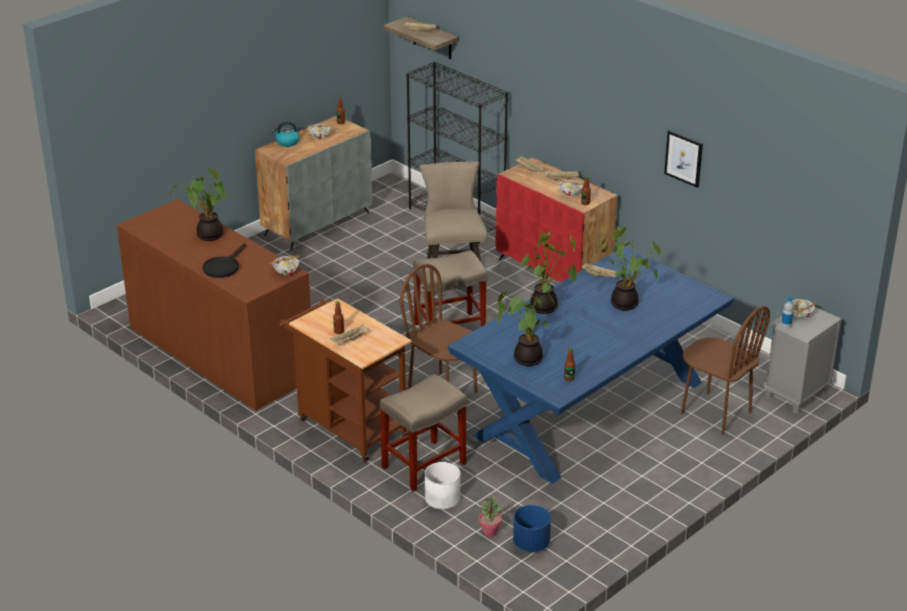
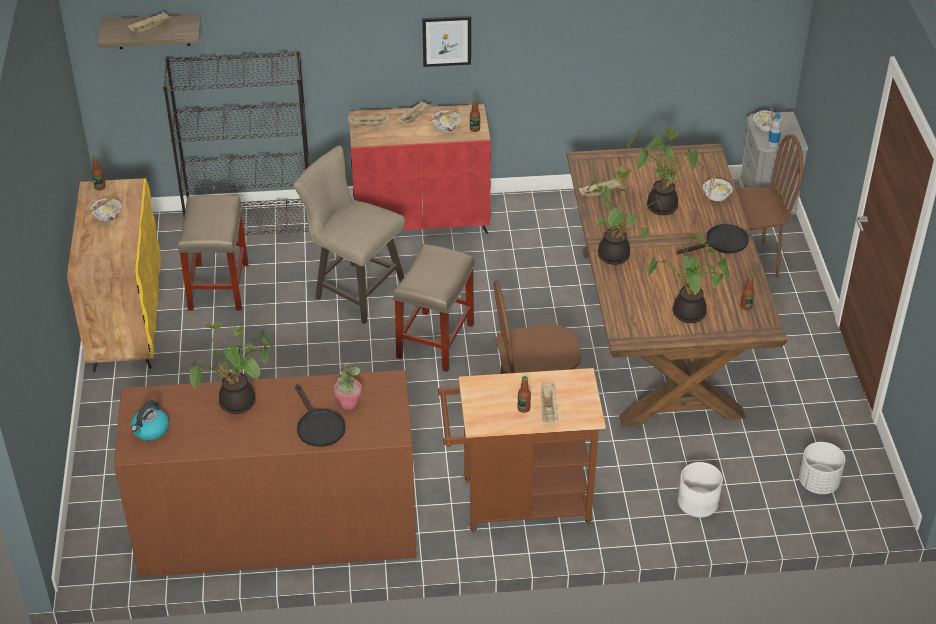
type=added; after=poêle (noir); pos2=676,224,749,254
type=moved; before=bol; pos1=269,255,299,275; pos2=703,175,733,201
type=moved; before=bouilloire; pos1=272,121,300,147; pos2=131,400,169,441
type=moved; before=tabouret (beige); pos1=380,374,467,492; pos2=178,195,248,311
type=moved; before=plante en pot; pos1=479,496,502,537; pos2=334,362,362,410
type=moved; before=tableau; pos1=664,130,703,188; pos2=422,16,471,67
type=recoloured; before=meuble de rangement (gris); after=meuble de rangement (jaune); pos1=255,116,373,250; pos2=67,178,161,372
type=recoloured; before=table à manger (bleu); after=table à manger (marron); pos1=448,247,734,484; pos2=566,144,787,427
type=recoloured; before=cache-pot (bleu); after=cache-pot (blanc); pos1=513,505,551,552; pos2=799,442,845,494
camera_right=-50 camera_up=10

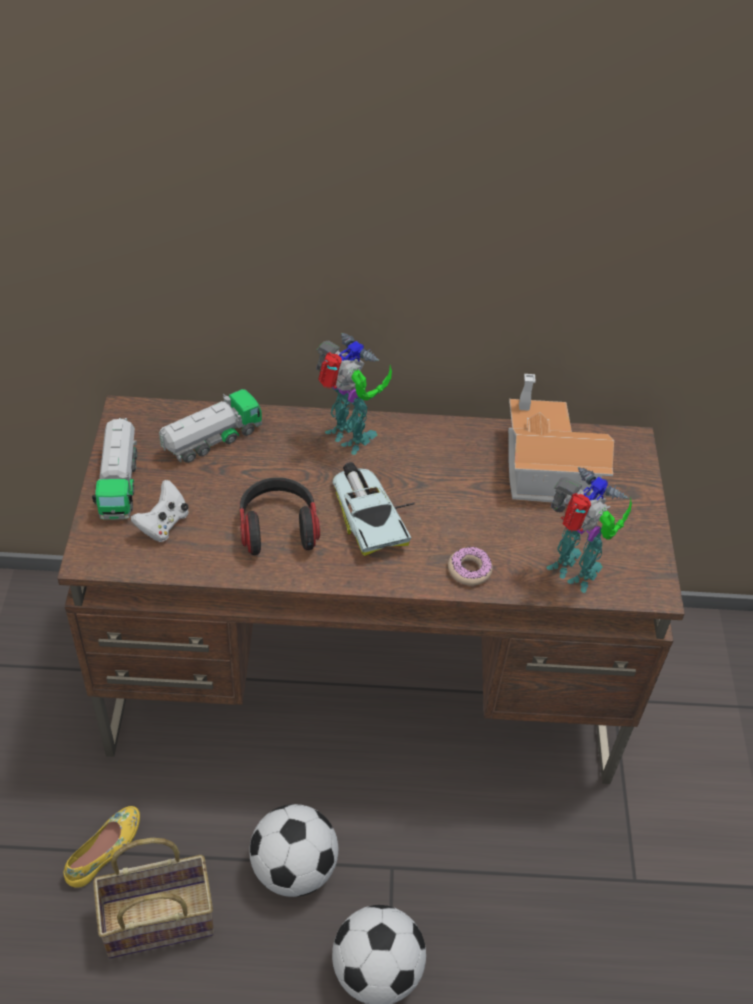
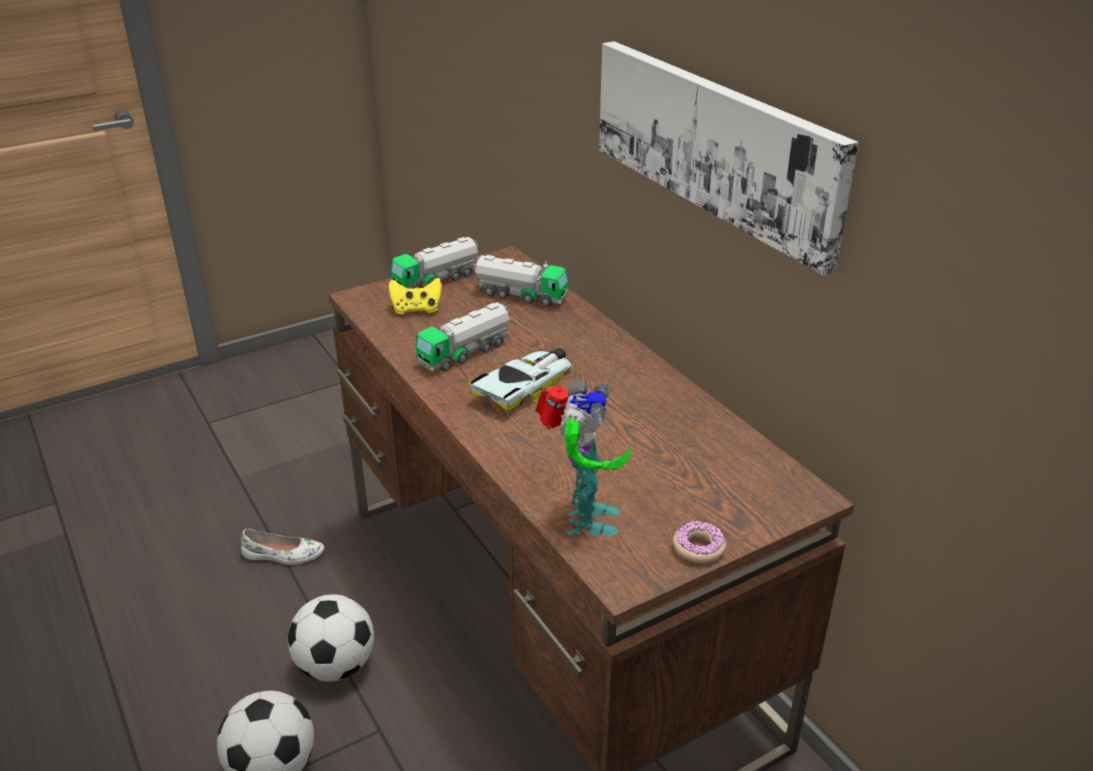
type=removed; before=panier; pos1=93,838,214,958
type=removed; before=robot jouet; pos1=316,333,392,455
type=removed; before=maison miniature; pos1=508,374,614,504
type=added; after=tableau; pos2=599,41,859,275
type=moved; before=beignet; pos1=448,546,493,586; pos2=673,521,726,563
type=replaced; before=casque audio; after=camion jouet; pos1=240,477,320,555; pos2=416,302,510,372
type=recoloured; before=chaussure (jaune); after=chaussure (blanc); pos1=64,806,140,888; pos2=241,529,324,565
type=recoloured; before=manette (blanc); after=manette (jaune); pos1=131,480,189,542; pos2=389,278,442,314
camera_right=60 camera_up=-15

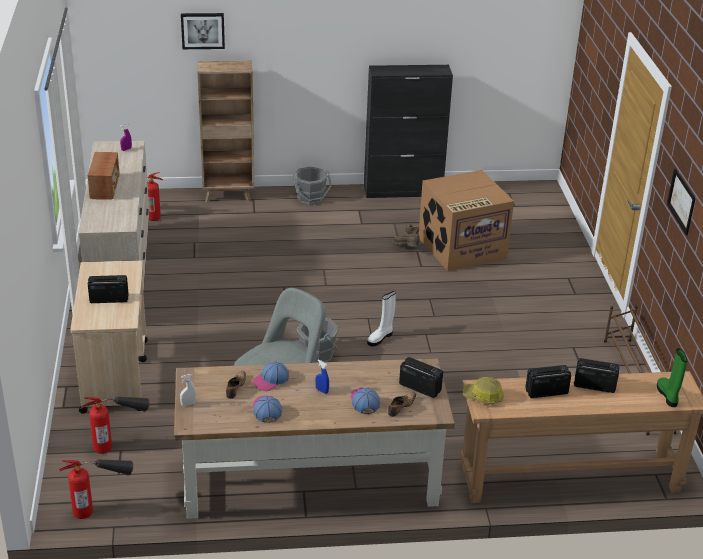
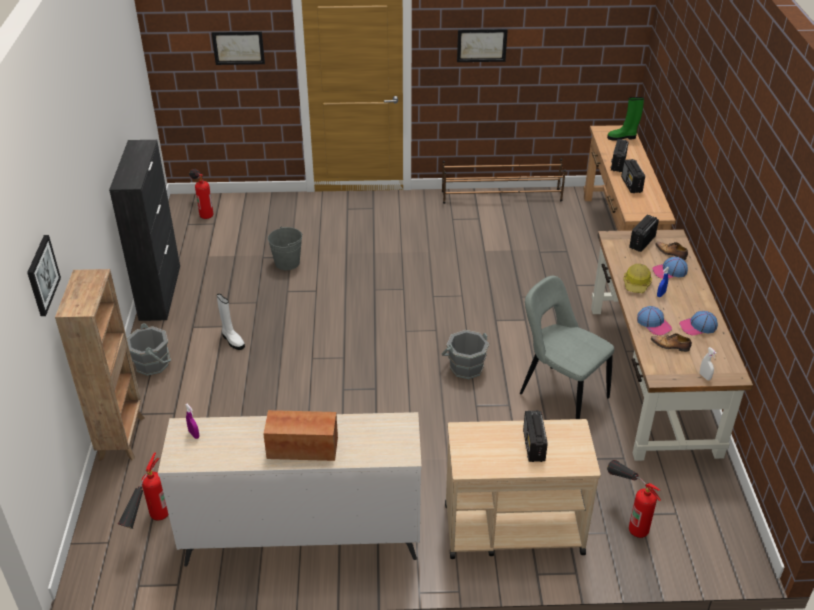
type=removed; before=botte (marron); pos1=392,224,420,247
type=added; after=tableau; pos2=212,31,265,65
type=moved; before=extincteur; pos1=59,459,133,519; pos2=189,169,213,219
type=moved; before=botte (blanc); pos1=367,291,396,346; pos2=217,294,245,350
type=moved; before=casque de chantier; pos1=463,377,504,404; pos2=624,264,652,293
type=replaced; before=carton; after=seau (gris); pos1=419,170,514,271; pos2=268,226,302,270
camera_right=-85 camera_up=5

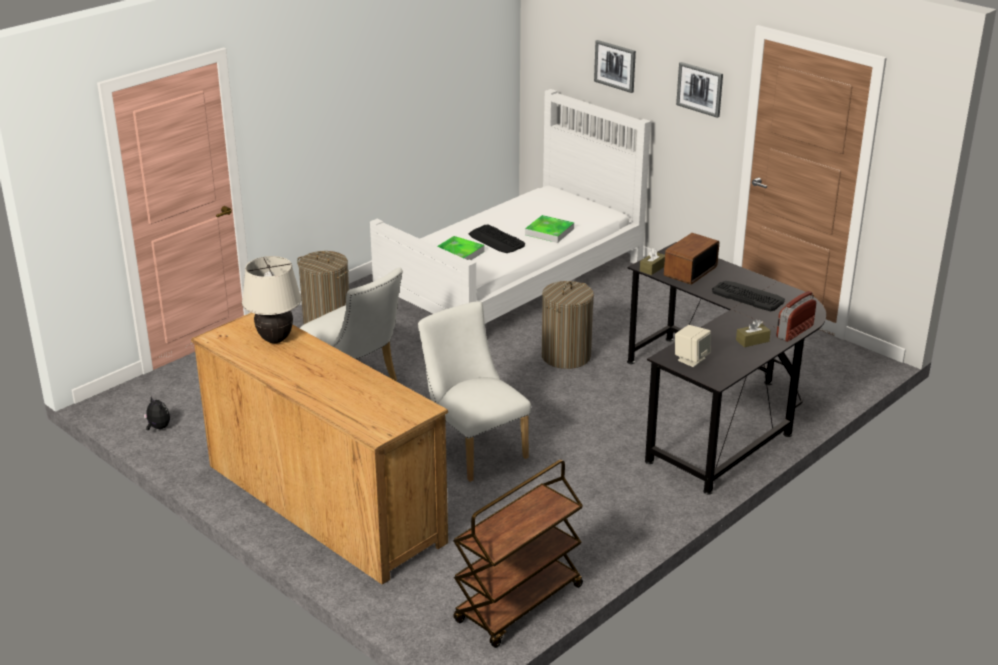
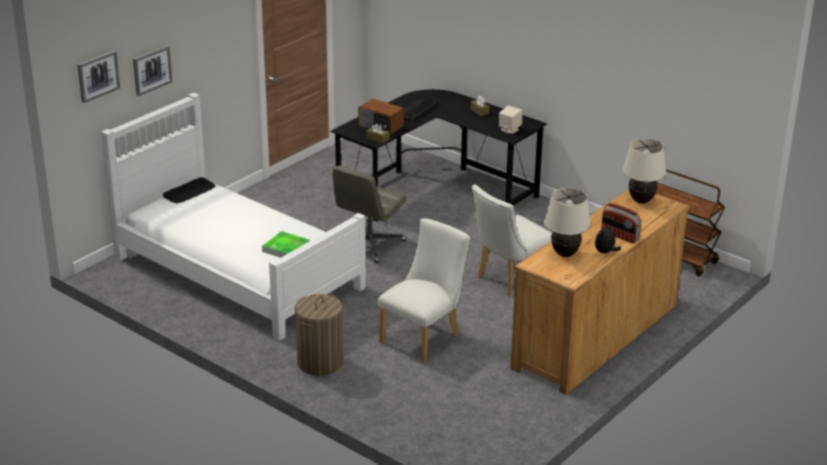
type=removed; before=plateau; pos1=525,215,574,243
type=added; after=lampe de table (beige); pos2=622,138,667,204
type=moved; before=peluche; pos1=143,396,170,430; pos2=595,224,621,253
type=moved; before=clavier; pos1=468,225,525,253; pos2=163,177,215,203
type=moved; before=tableau; pos1=676,62,723,118; pos2=77,51,120,103
type=moved; before=radio; pos1=776,291,816,342; pos2=601,203,641,243
type=replaced; before=panier à linge; after=chaise de bureau (gris); pos1=542,281,594,369; pos2=332,166,407,263
camera_right=-95 camera_up=0

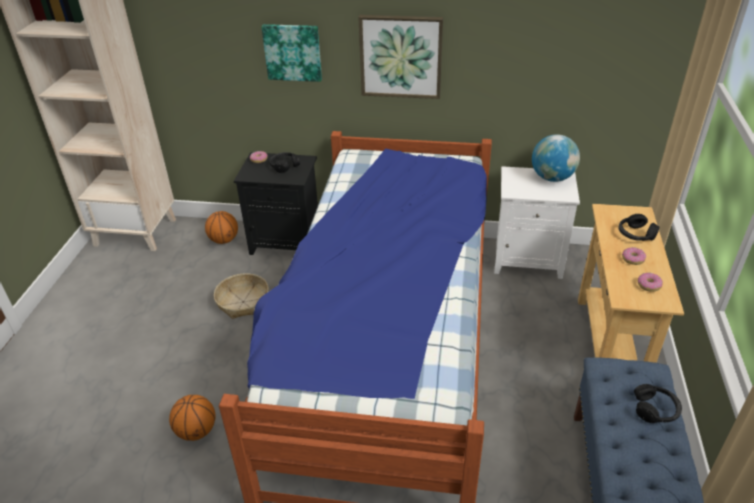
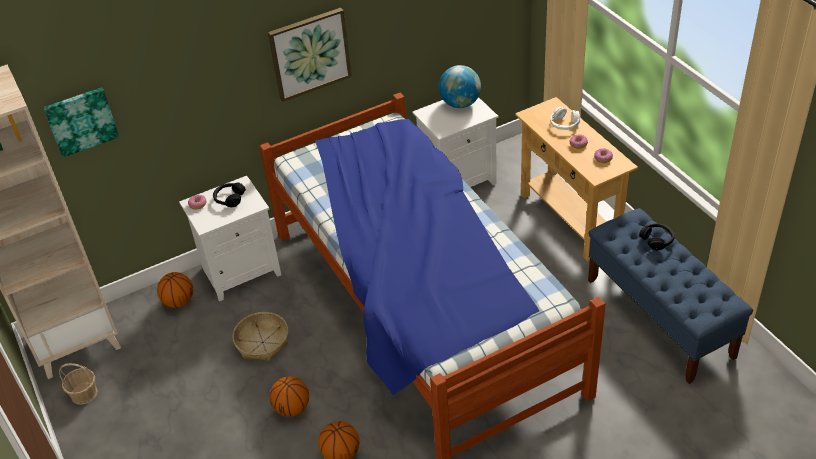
type=added; after=panier; pos2=59,363,98,405
type=added; after=ballon de basket; pos2=270,376,309,417
type=moved; before=tableau; pos1=261,24,322,82; pos2=43,87,119,157
type=recoloured; before=table de chevet (noir); after=table de chevet (blanc); pos1=234,152,318,255; pos2=179,176,281,301
type=recoloured; before=casque audio (noir); after=casque audio (blanc); pos1=618,214,659,241; pos2=550,107,580,130
camera_right=-35 camera_up=5

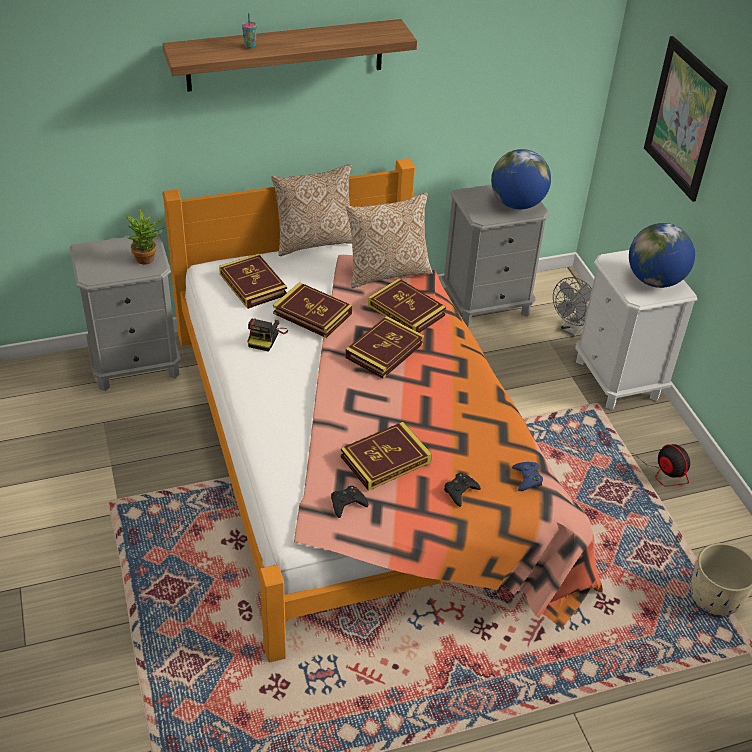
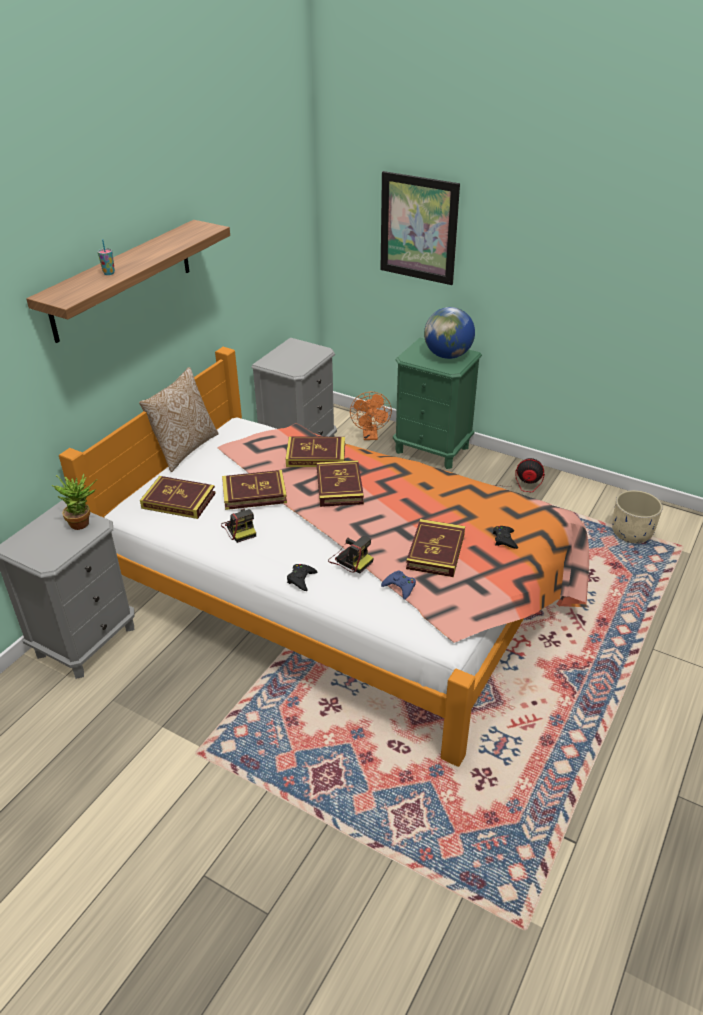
type=removed; before=coussin; pos1=346,193,433,288
type=removed; before=globe; pos1=491,149,551,209
type=added; after=appareil photo; pos2=328,536,373,574
type=moved; before=manette (noir); pos1=331,486,368,518; pos2=287,564,317,591
type=moved; before=manette (bleu); pos1=512,462,543,491; pos2=381,570,416,600
type=recoloured; before=ventilateur (gris); after=ventilateur (orange); pos1=553,277,592,337; pos2=350,392,392,440
type=recoloured; before=table de chevet (blanc); after=table de chevet (vert); pos1=575,250,697,410; pos2=393,338,482,469
camera_right=-40 camera_up=-5

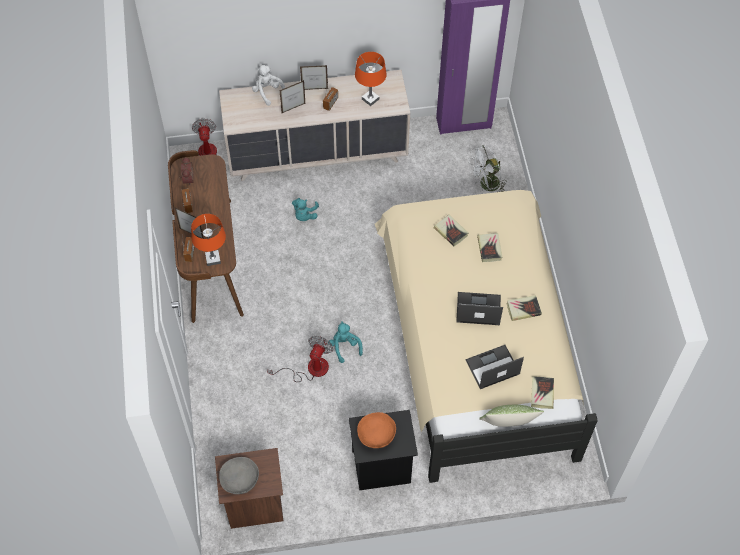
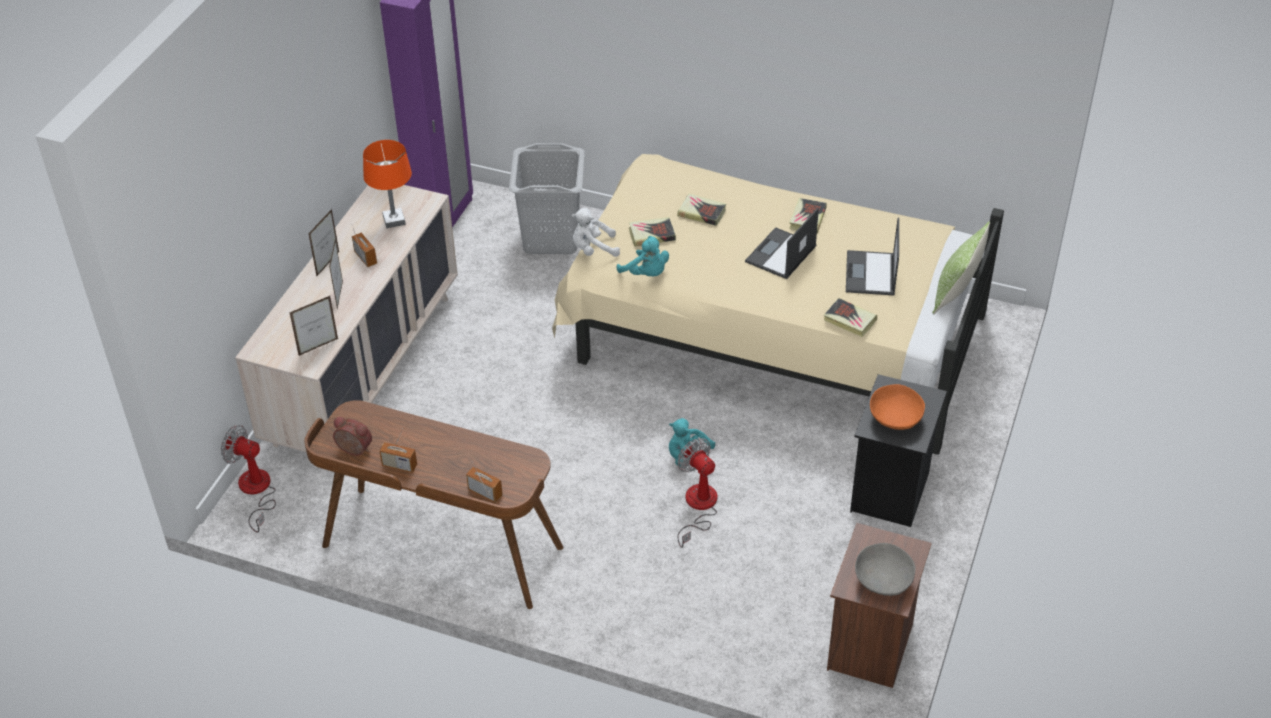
type=removed; before=lampe de table (orange); pos1=191,214,226,266
type=moved; before=cadre photo; pos1=175,208,204,239; pos2=289,296,338,356
type=moved; before=peluche (blanc); pos1=252,64,285,106; pos2=572,208,620,257
type=moved; before=peluche (turquoise); pos1=292,198,319,221; pos2=617,236,669,276
type=moved; before=livre; pos1=531,376,554,409; pos2=824,298,877,337
type=replaced; before=ventilateur (blanc); after=panier à linge (gris); pos1=468,145,507,192; pos2=509,143,585,254
camera_right=-60 camera_up=-15

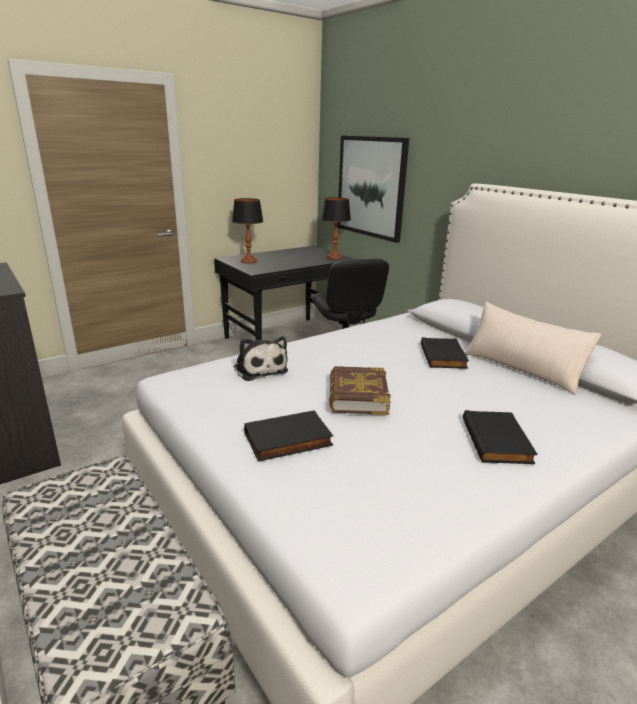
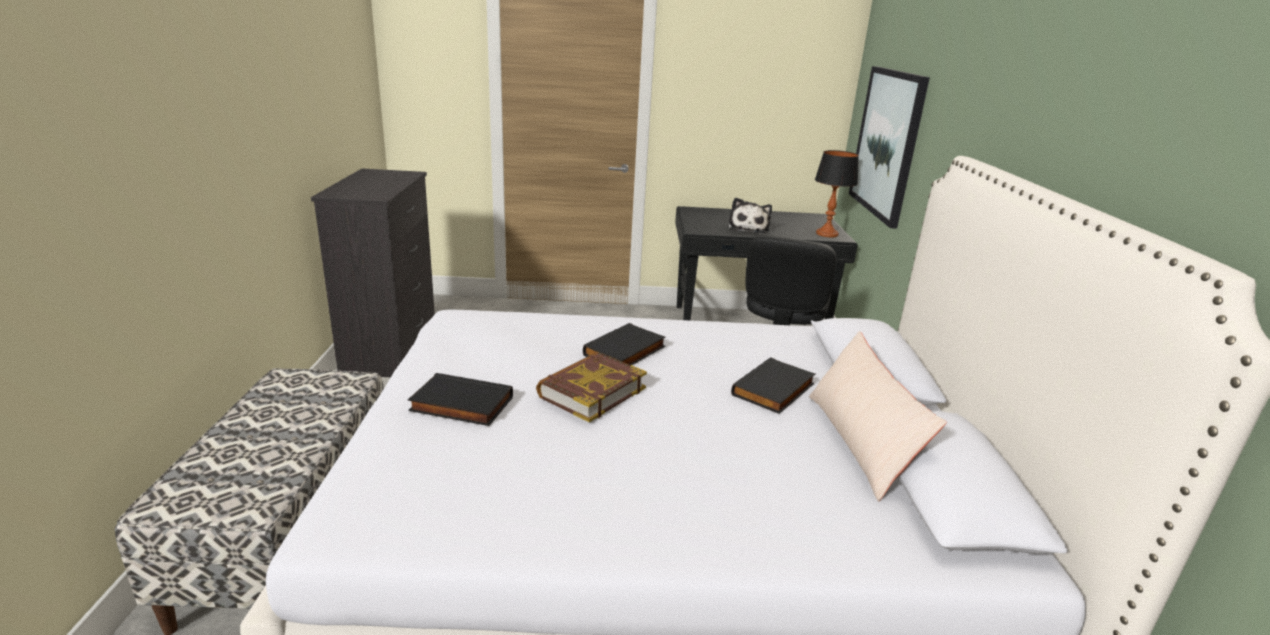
type=removed; before=lampe de table; pos1=232,198,264,263
type=moved; before=peluche; pos1=234,336,288,381; pos2=728,198,772,233
type=moved; before=livre (noir); pos1=463,410,537,464; pos2=583,323,666,365
camera_right=35 camera_up=0

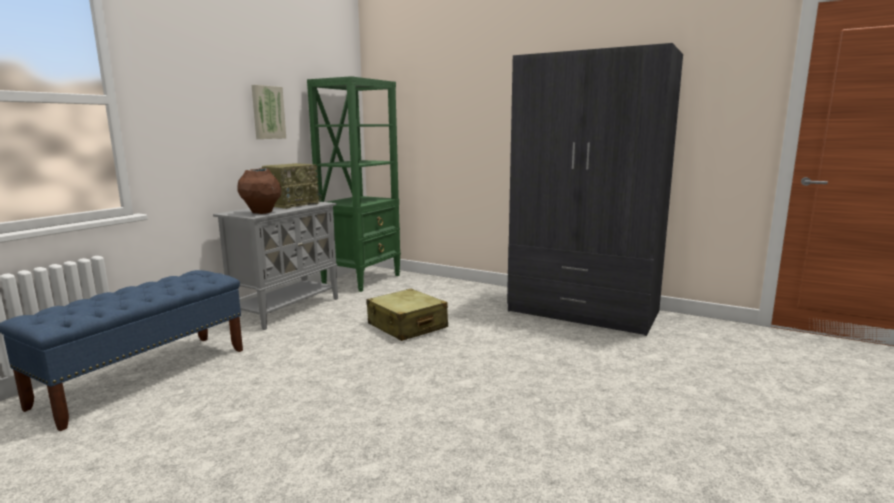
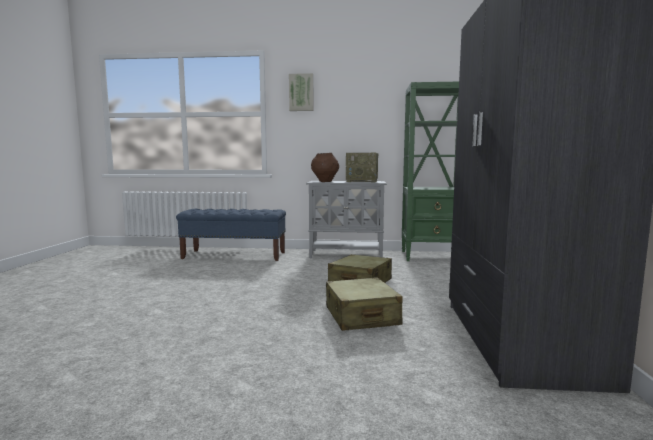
type=added; after=valise (beige); pos2=326,277,403,331
type=moved; before=tableau; pos1=252,85,286,139; pos2=289,73,314,111
camera_right=65 camera_up=-5

